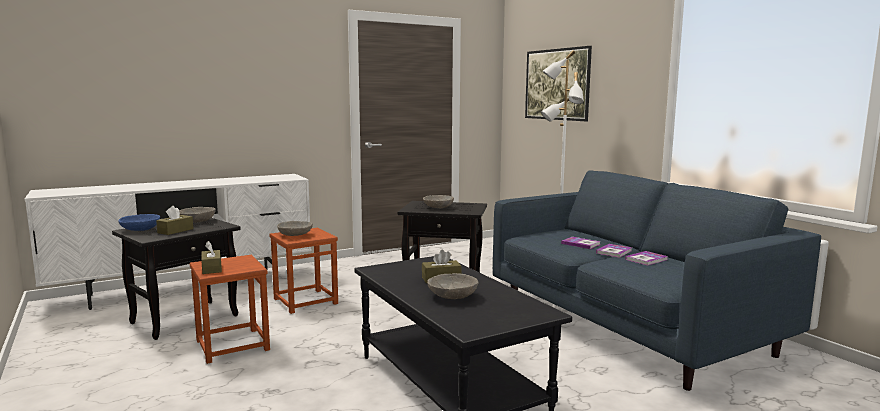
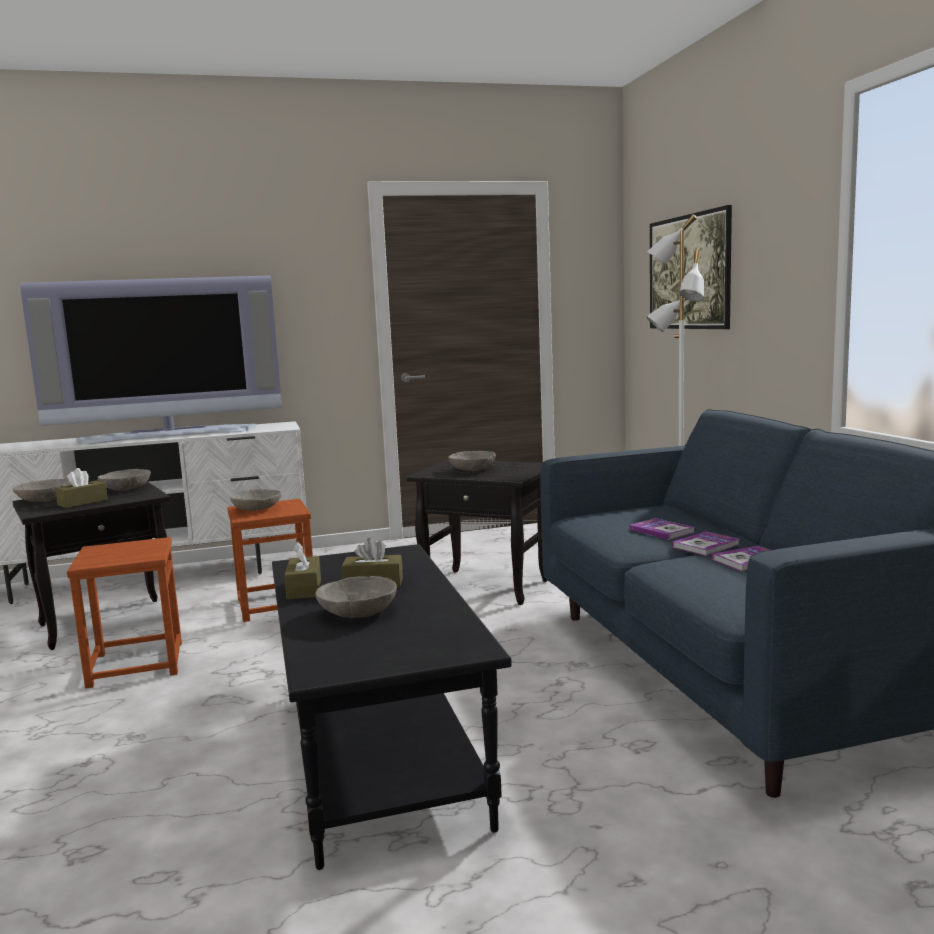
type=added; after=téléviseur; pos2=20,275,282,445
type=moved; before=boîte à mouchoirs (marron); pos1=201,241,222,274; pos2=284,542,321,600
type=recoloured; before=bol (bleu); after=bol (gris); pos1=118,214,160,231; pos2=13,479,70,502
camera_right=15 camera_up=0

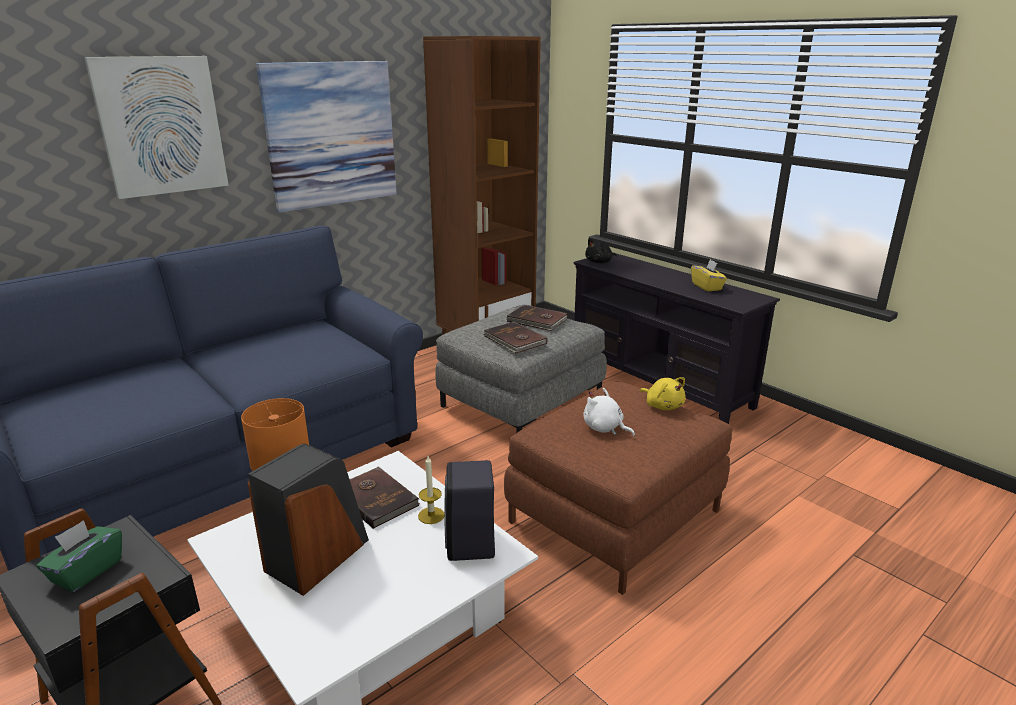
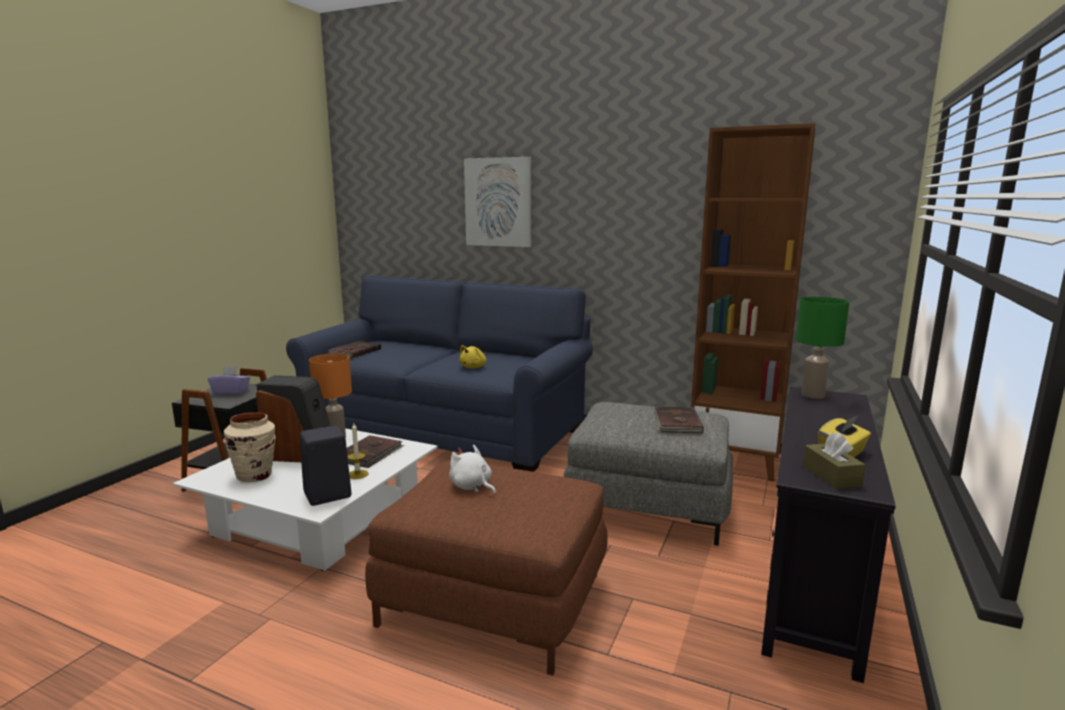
type=removed; before=tableau; pos1=256,61,397,213
type=added; after=vase (beige); pos2=224,412,276,482
type=added; after=boîte à mouchoirs (marron); pos2=803,432,865,489
type=moved; before=livre (marron); pos1=483,322,547,353; pos2=328,341,381,358
type=moved; before=peluche (jaune); pos1=639,377,686,410; pos2=459,345,487,368
type=replaced; before=peluche (noir); after=lampe de table (vert); pos1=585,238,617,263; pos2=796,297,849,399
type=recoloured; before=boîte à mouchoirs (vert); after=boîte à mouchoirs (violet); pos1=36,520,122,592; pos2=208,366,250,395
type=turned; before=peluche (blanc); pos1=584,388,635,436; pos2=449,445,496,494; turn=-60
camera_right=65 camera_up=-10

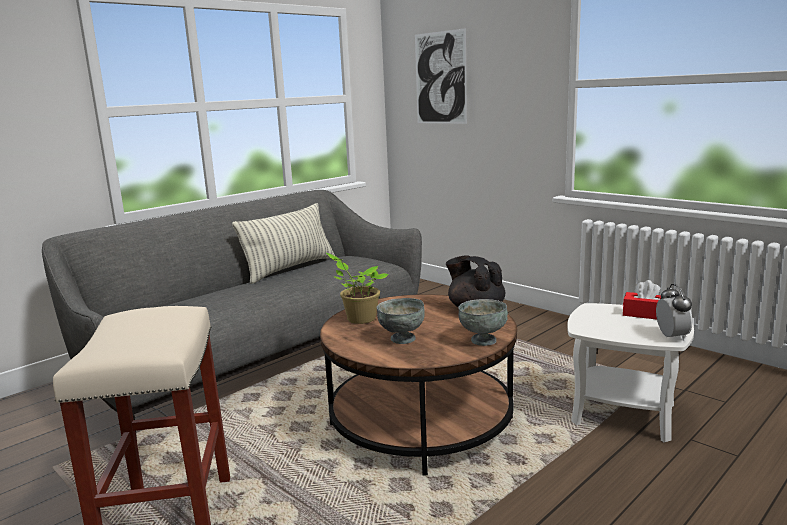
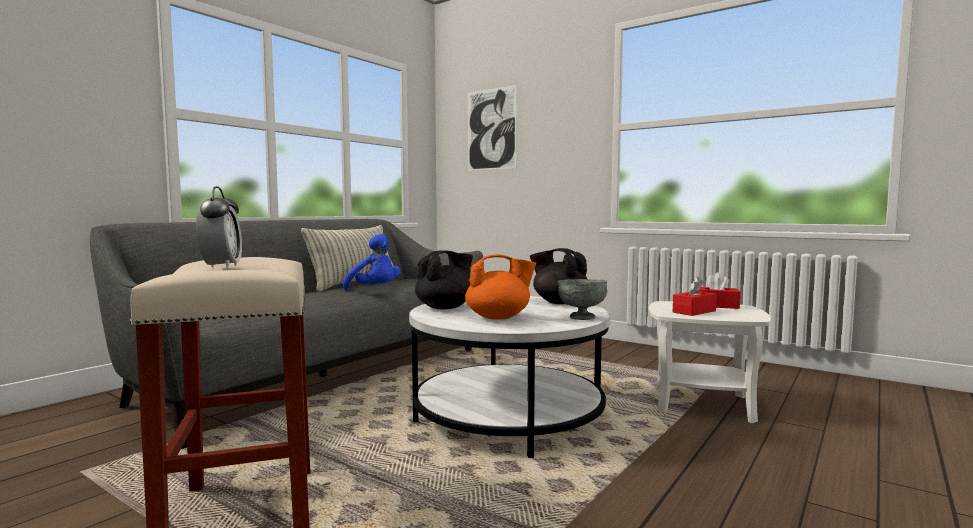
type=added; after=peluche (bleu); pos2=343,234,401,290
type=added; after=boîte à mouchoirs (rouge); pos2=673,277,717,316
type=moved; before=réveil; pos1=656,284,693,341; pos2=196,186,242,269
type=replaced; before=plante en pot; after=théière (noir); pos1=326,253,389,324; pos2=415,250,473,309
type=replaced; before=bol (gris); after=théière (orange); pos1=377,298,425,344; pos2=465,255,536,320
type=recoloured; before=table basse (marron); after=table basse (blanc); pos1=320,294,517,475; pos2=409,296,611,458
camera_right=-10 camera_up=-10

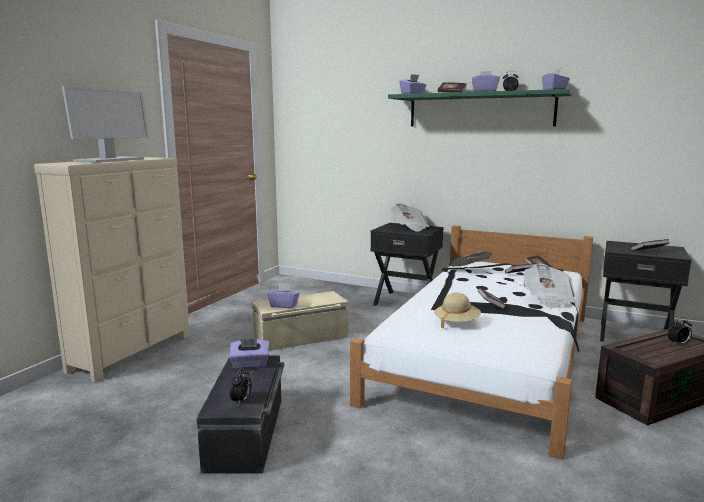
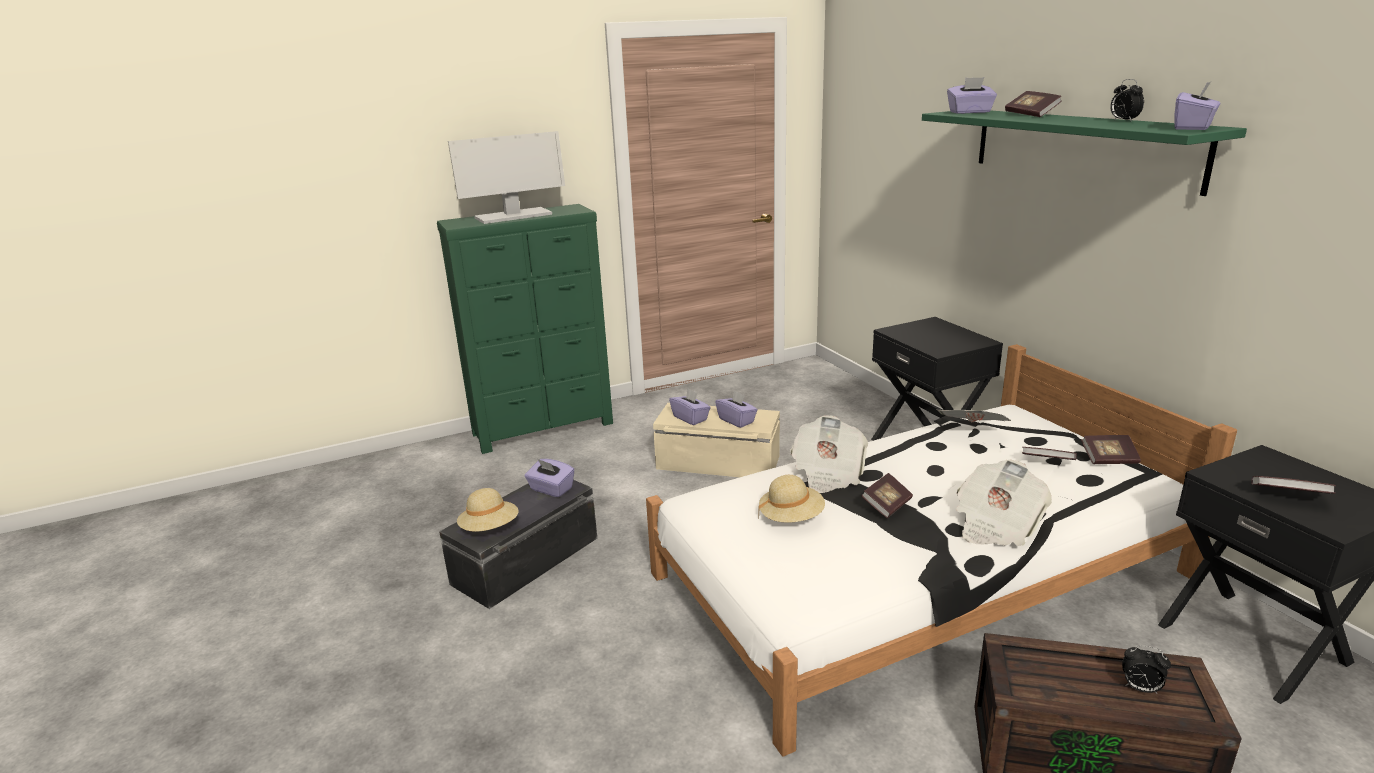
type=moved; before=journal; pos1=391,203,429,232; pos2=791,415,868,493
type=moved; before=boîte à mouchoirs (violet); pos1=472,71,500,92; pos2=715,390,758,428
type=replaced; before=réveil; after=chapeau (beige); pos1=230,368,251,404; pos2=457,488,519,532
type=recoloured; before=commode (beige); after=commode (vert); pos1=34,157,190,382; pos2=437,204,613,454
camera_right=40 camera_up=10

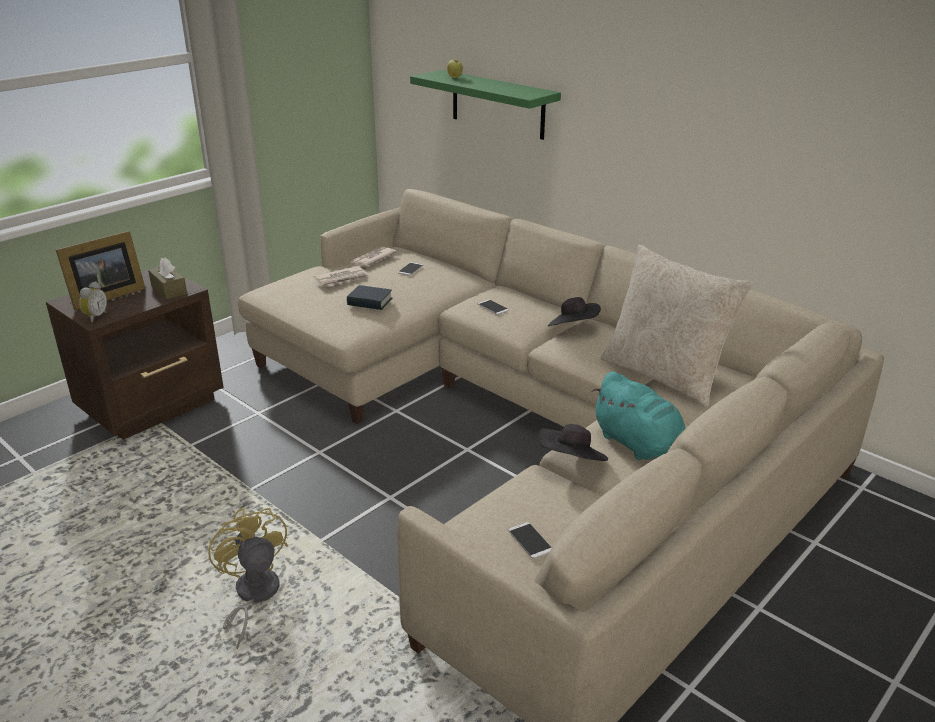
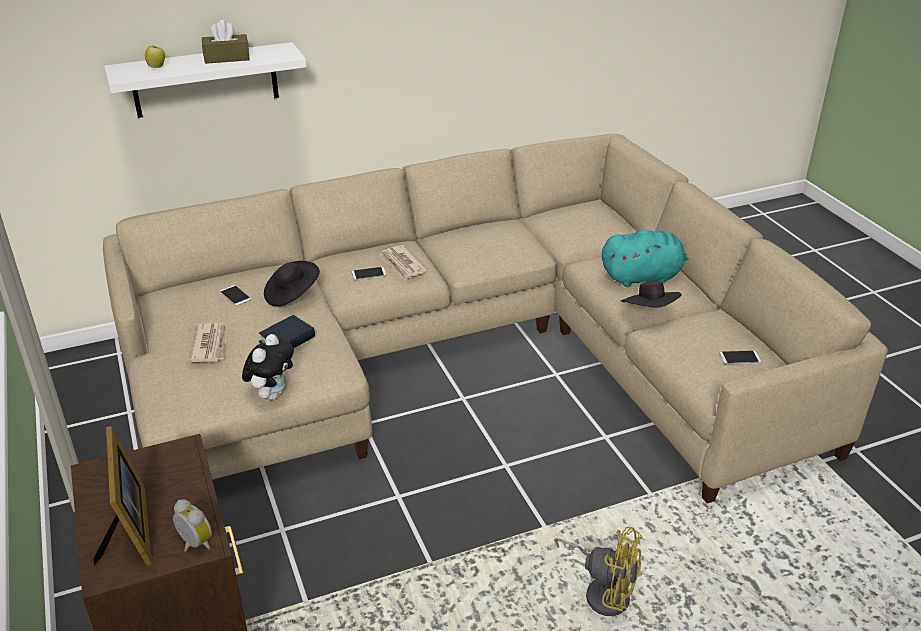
type=removed; before=coussin (beige); pos1=601,245,753,408
type=added; after=peluche; pos2=242,334,294,400
type=moved; before=boîte à mouchoirs (marron); pos1=148,257,187,300; pos2=202,20,250,64
type=moved; before=journal; pos1=348,247,397,267; pos2=379,245,428,281
type=moved; before=chapeau (noir); pos1=548,297,601,326; pos2=264,261,320,307
type=recoloured; before=étagère (vert); after=étagère (blanc); pos1=410,70,561,140; pos2=104,42,307,118
type=turned; before=ventilateur (jaune); pos1=208,507,288,649; pos2=554,527,643,616; turn=-150
camera_right=-65 camera_up=5

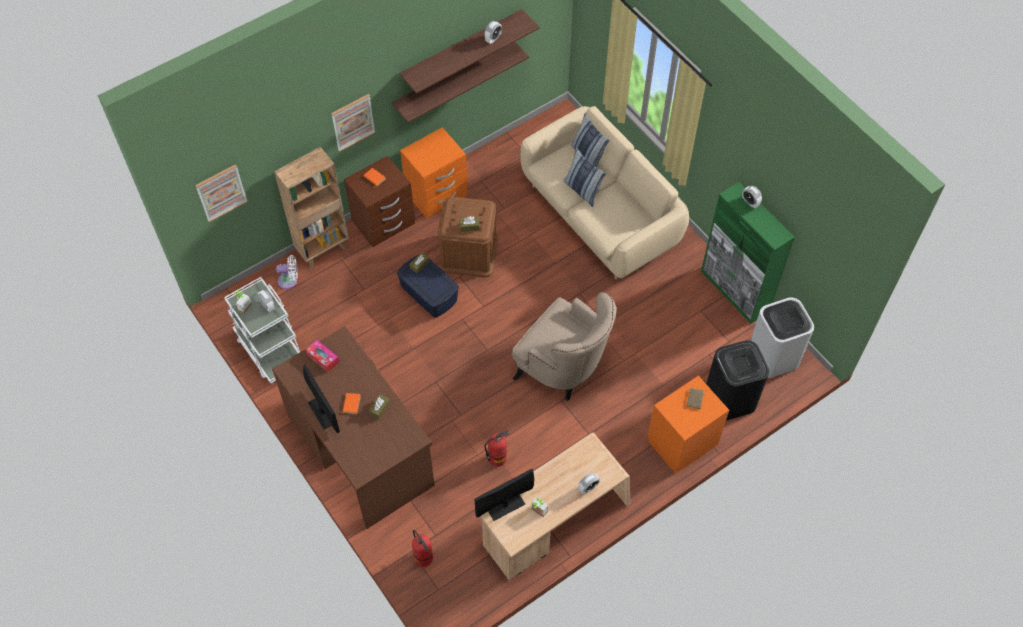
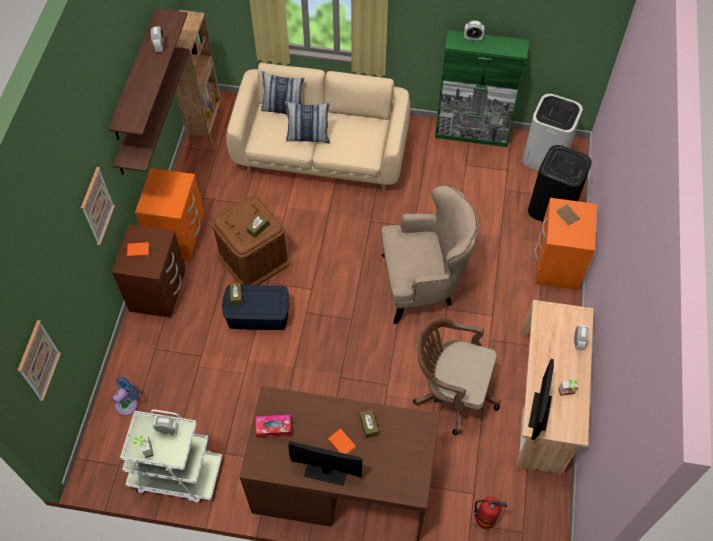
type=moved; before=bibliothèque (marron); pos1=274,147,349,269; pos2=176,10,222,143
type=replaced; before=extincteur; after=chaise de bureau (marron); pos1=485,430,509,467; pos2=413,317,501,435
type=recoloured; before=ventilateur (blanc); after=ventilateur (bleu); pos1=276,255,298,289; pos2=112,376,140,416
camera_right=-45 camera_up=0

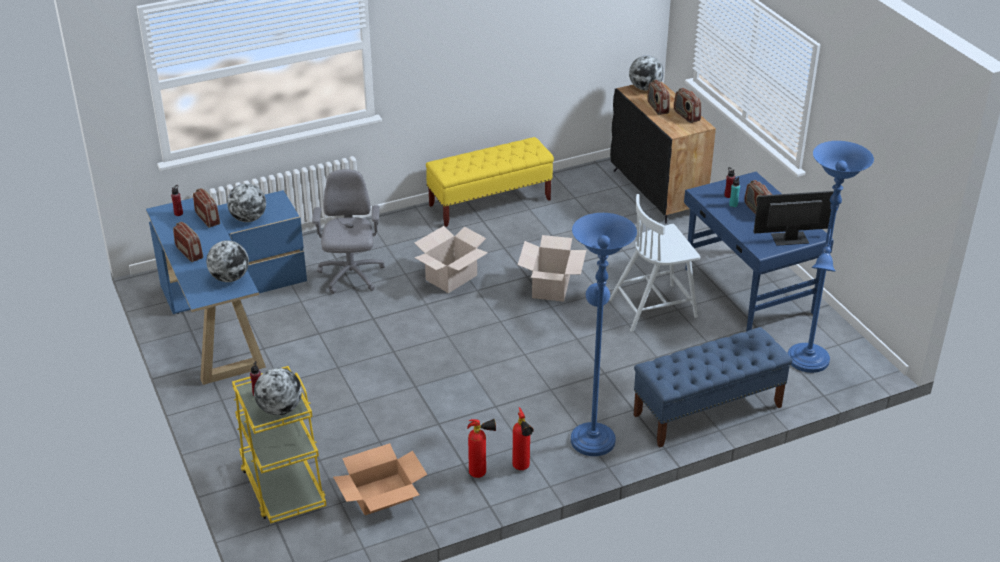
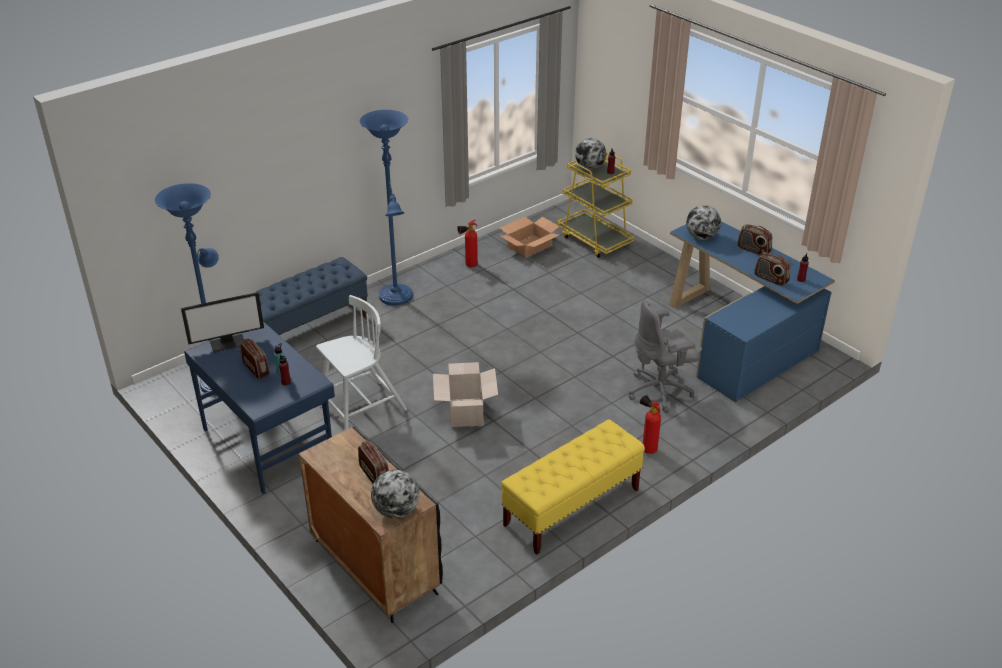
type=removed; before=globe; pos1=227,184,266,222
type=removed; before=carton; pos1=414,226,488,293
type=removed; before=radio; pos1=674,88,701,123
type=moved; before=extincteur; pos1=513,407,534,470; pos2=640,395,661,454
type=turned; before=chaise de bureau (gris); pos1=312,169,385,294; pos2=629,300,699,413; turn=90
camera_right=165 camera_up=0

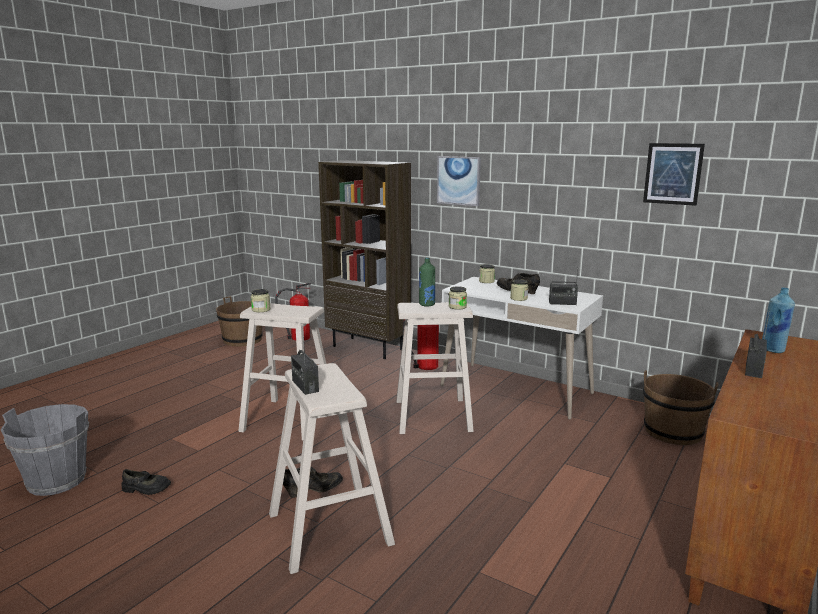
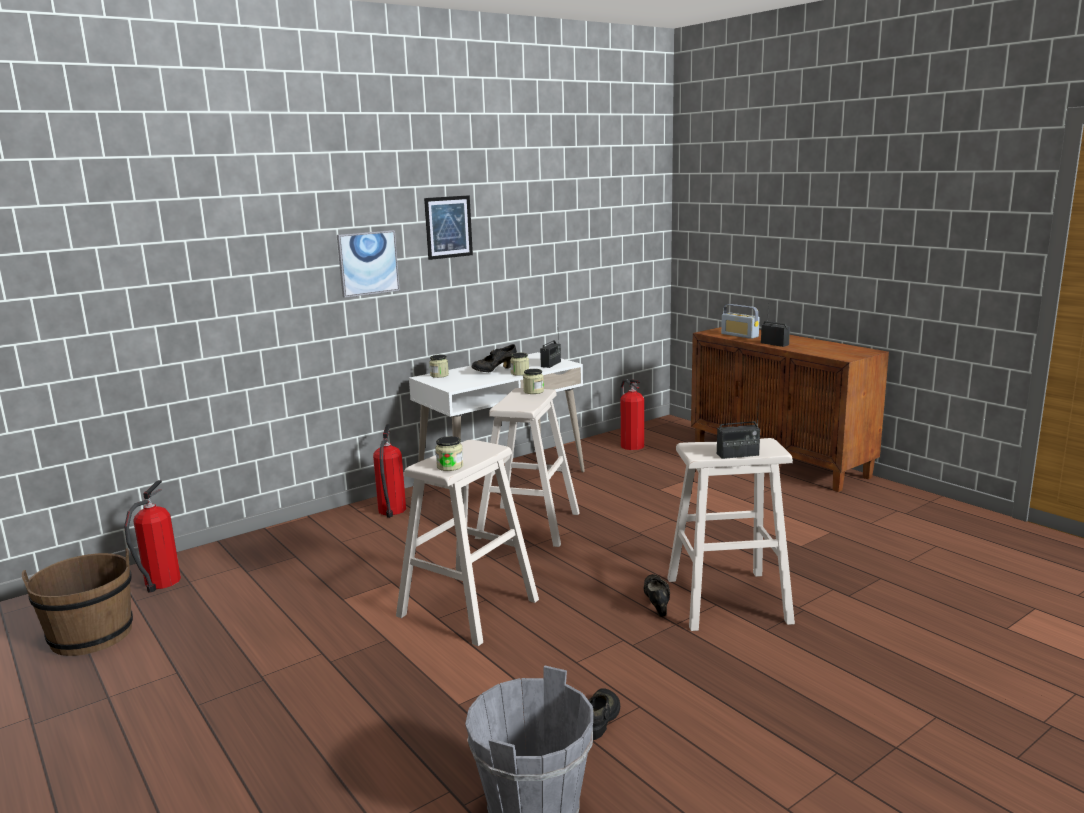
type=removed; before=bibliothèque (marron); pos1=318,160,411,359
type=removed; before=bouteille (vert); pos1=419,258,435,307
type=moved; before=tableau; pos1=643,143,705,206; pos2=424,195,473,260
type=replaced; before=seau (marron); after=extincteur; pos1=643,370,718,445; pos2=620,379,644,450
type=replaced; before=bouteille (bleu); after=radio; pos1=762,287,795,353; pos2=721,304,760,339
camera_right=-70 camera_up=0

